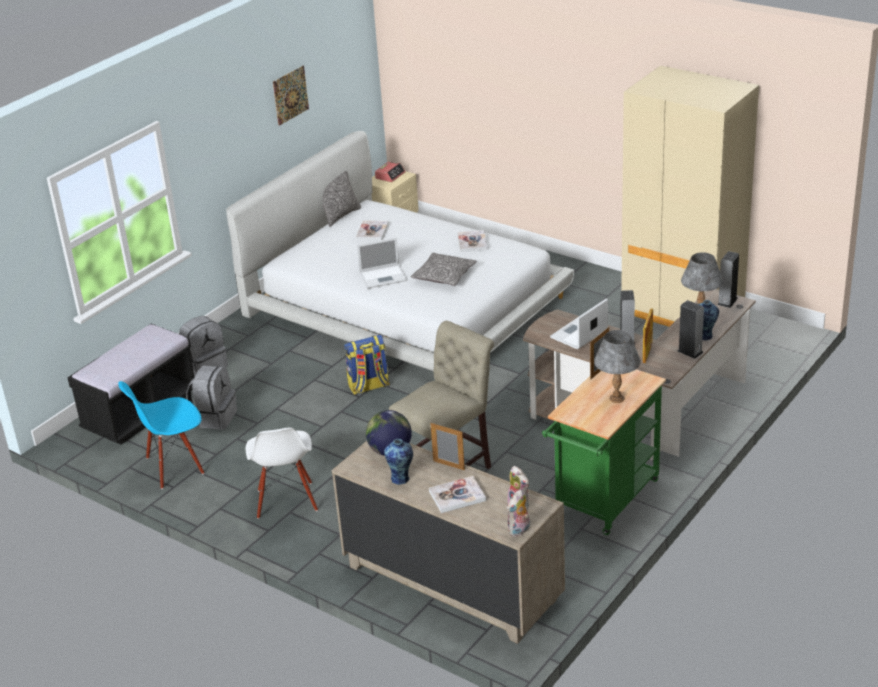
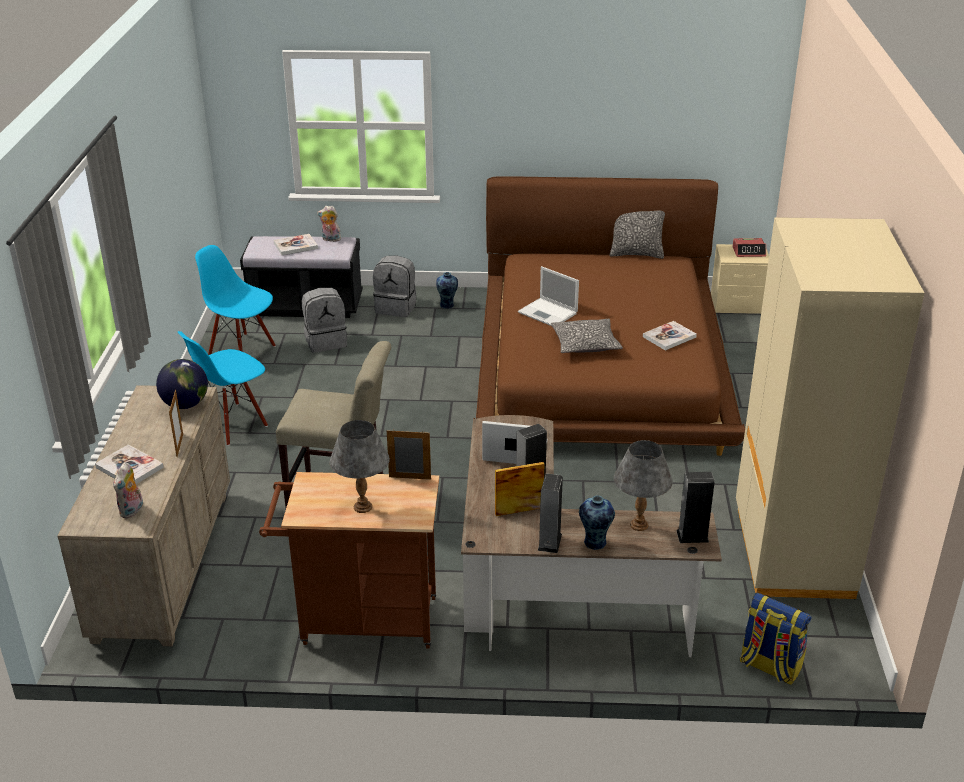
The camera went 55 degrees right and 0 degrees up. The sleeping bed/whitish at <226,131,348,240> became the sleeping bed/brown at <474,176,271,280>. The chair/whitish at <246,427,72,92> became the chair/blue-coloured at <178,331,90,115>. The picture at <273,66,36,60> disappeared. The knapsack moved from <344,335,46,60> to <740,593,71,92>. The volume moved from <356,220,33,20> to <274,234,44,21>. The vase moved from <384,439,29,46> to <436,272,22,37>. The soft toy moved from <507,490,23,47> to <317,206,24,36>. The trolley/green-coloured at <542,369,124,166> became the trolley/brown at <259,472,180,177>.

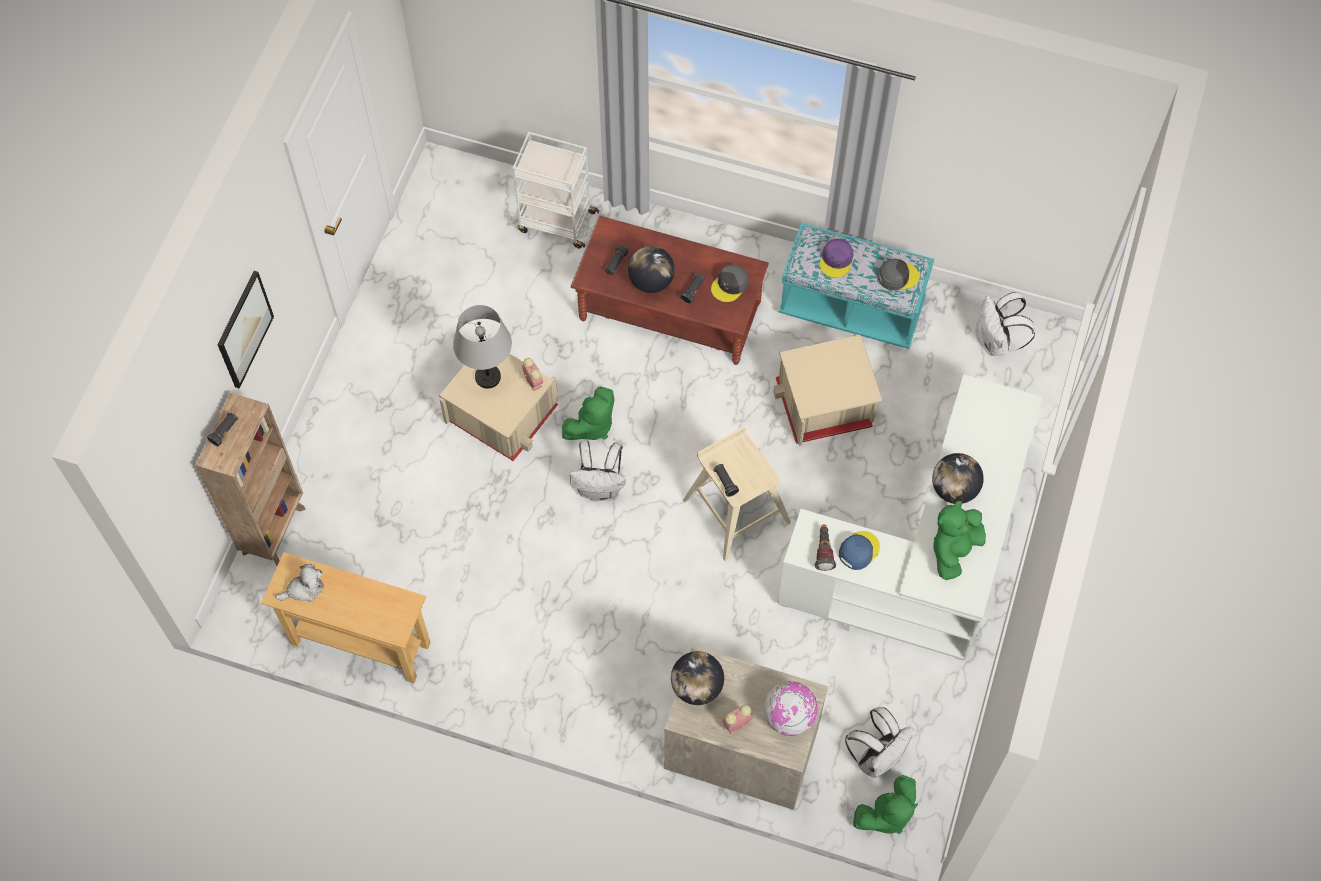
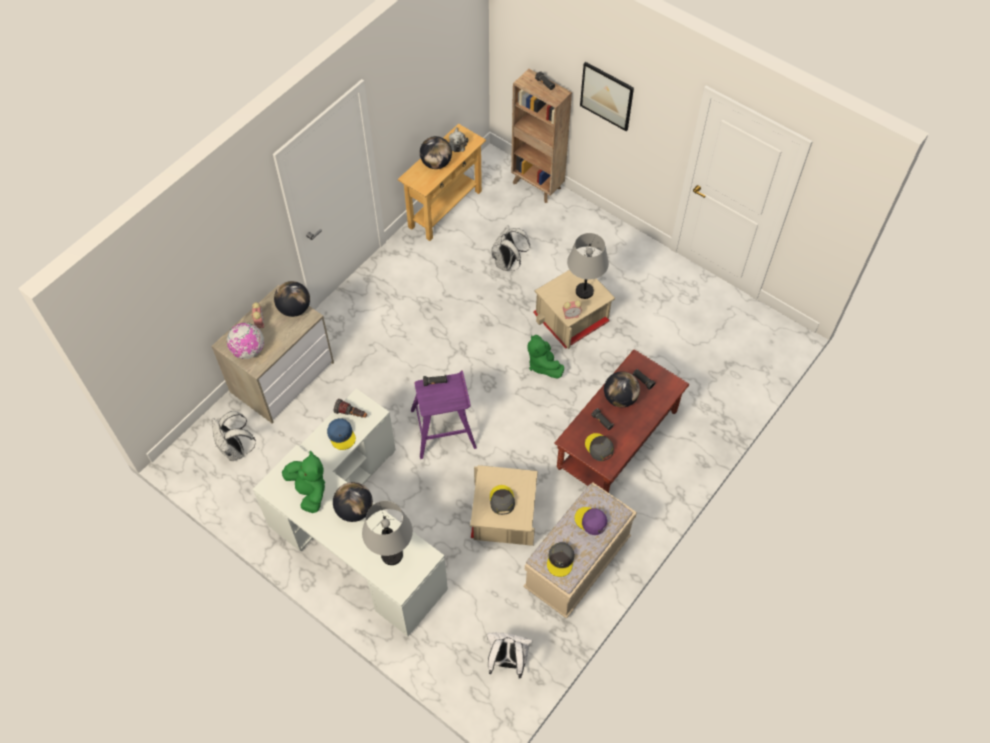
The camera went 110 degrees right and 5 degrees down. The trolley/whitish at <513,132,86,117> disappeared. The knapsack/whitish moved from <570,440,56,61> to <491,225,39,46>. The sitting stool/beige at <683,427,108,134> became the sitting stool/purple-coloured at <411,370,66,89>. The bench/turquoise at <779,223,155,126> became the bench/beige at <524,482,113,137>. The soft toy/green-coloured at <853,775,65,59> disappeared. The lamp for a table/greyish at <362,501,51,64> appeared. The desk globe at <420,136,32,33> appeared. The peaked cap/greyish at <490,485,25,30> appeared.

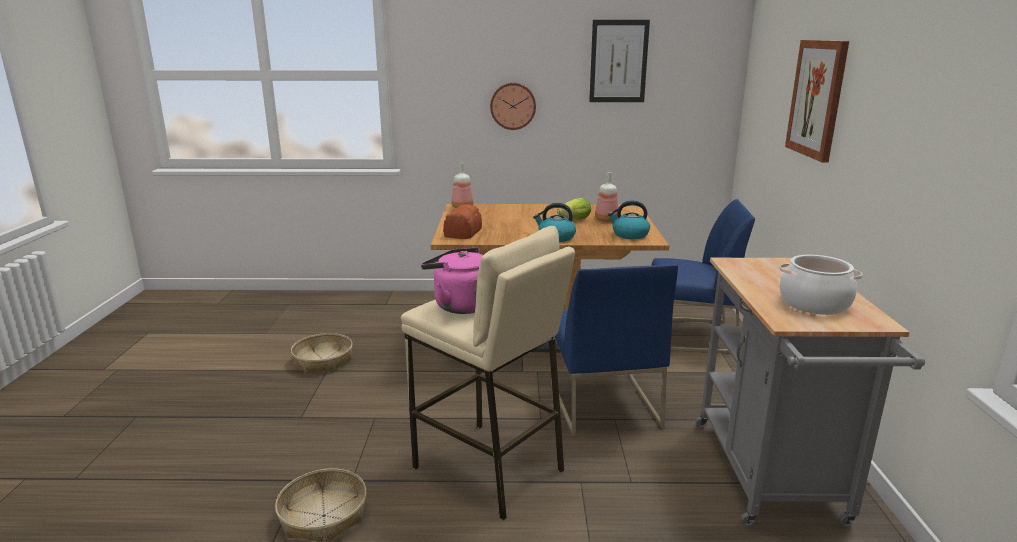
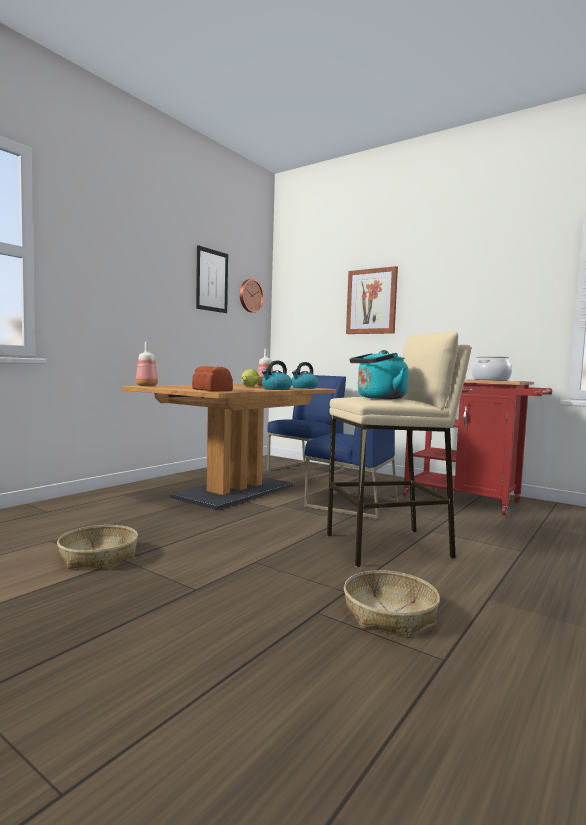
The camera went 55 degrees left and 15 degrees down. The water kettle/pink at <421,248,62,66> became the water kettle/turquoise at <350,350,58,49>. The wall clock moved from <490,83,46,47> to <240,279,24,33>. The trolley/greyish at <696,258,229,268> became the trolley/reddish at <403,379,149,136>.

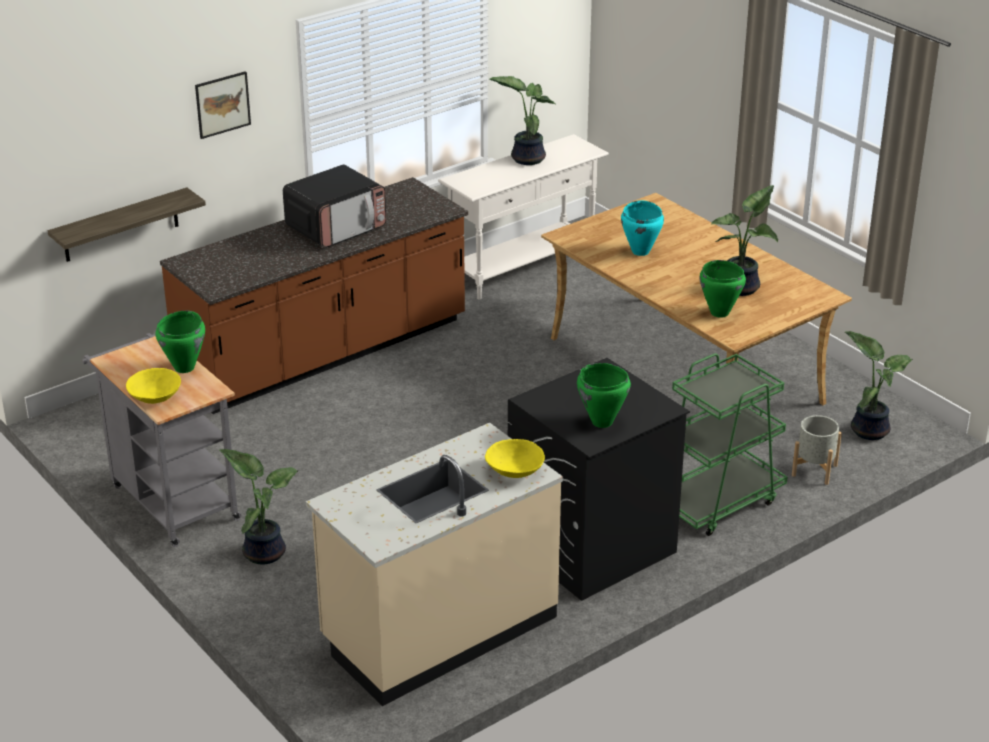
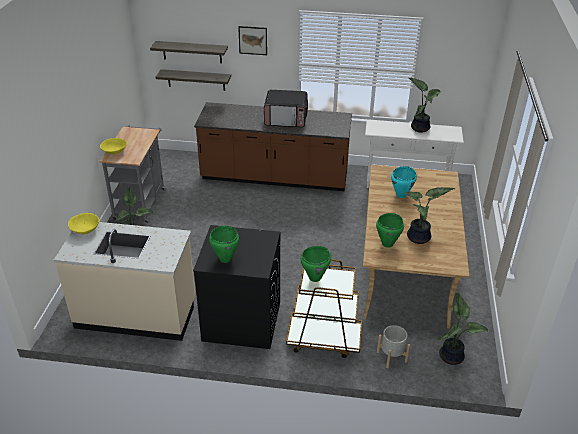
The camera went 45 degrees right and 5 degrees up. The cooking pot/green-coloured moved from <156,311,49,62> to <300,246,31,36>. The deep dish/yellow-coloured moved from <485,439,60,39> to <68,213,31,21>. The trolley/green-coloured at <672,353,116,183> became the trolley/brown at <286,259,76,99>. The wall shelf at <150,41,78,22> appeared.

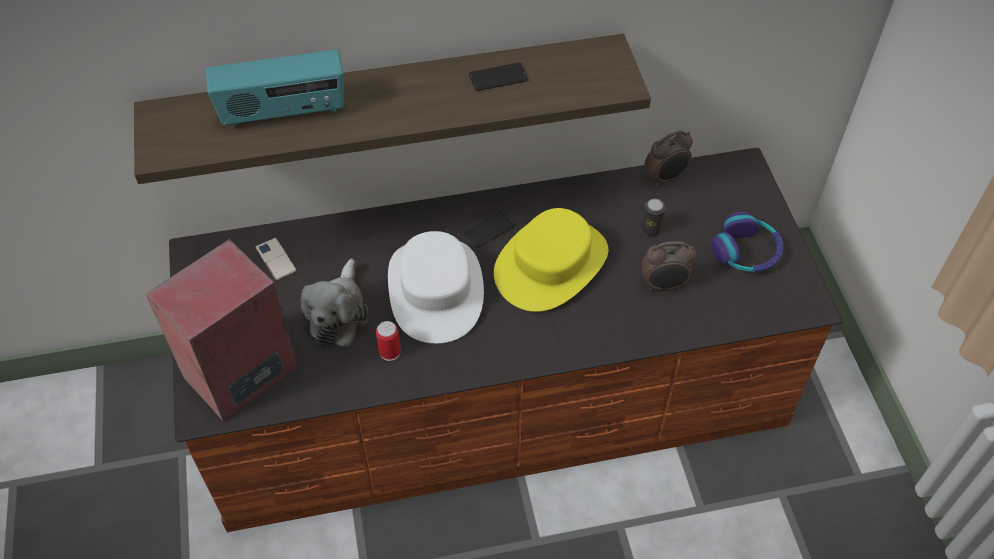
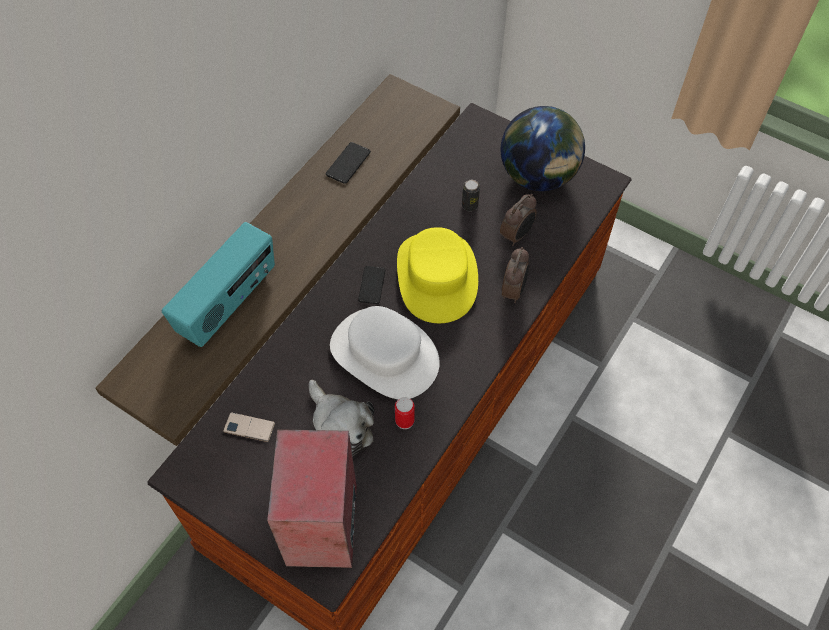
The camera went 45 degrees left and 5 degrees up. The alarm clock moved from <645,130,48,57> to <502,247,27,56>. The headphones at <711,212,73,61> was replaced by the desk globe at <501,106,84,85>.

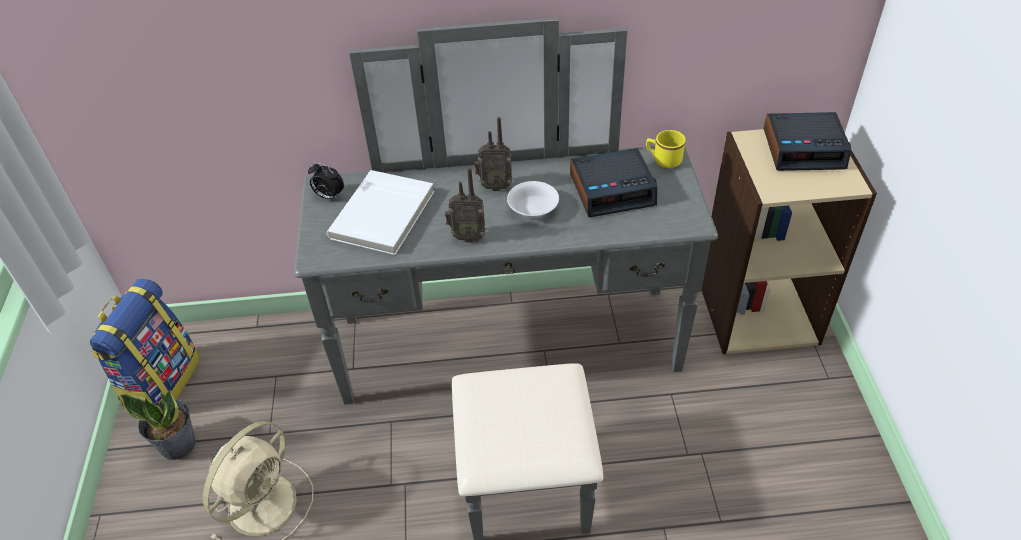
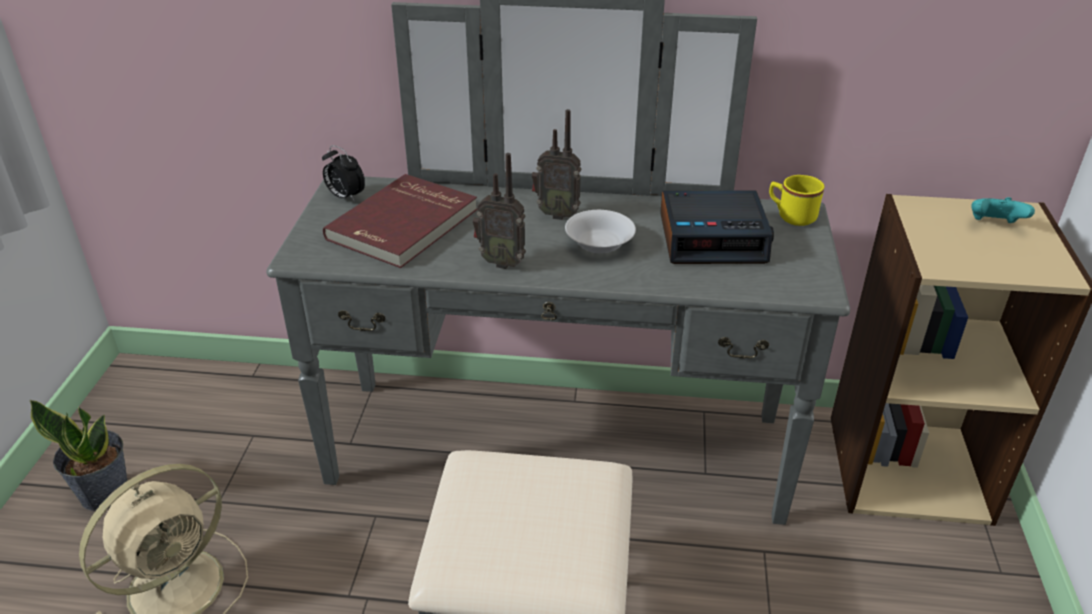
The camera went 10 degrees right and 10 degrees down. The knapsack at <90,279,110,128> disappeared. The volume/whitish at <327,170,107,85> became the volume/reddish at <323,174,155,94>. The alarm clock at <764,112,87,59> was replaced by the game controller/turquoise at <971,197,64,26>.

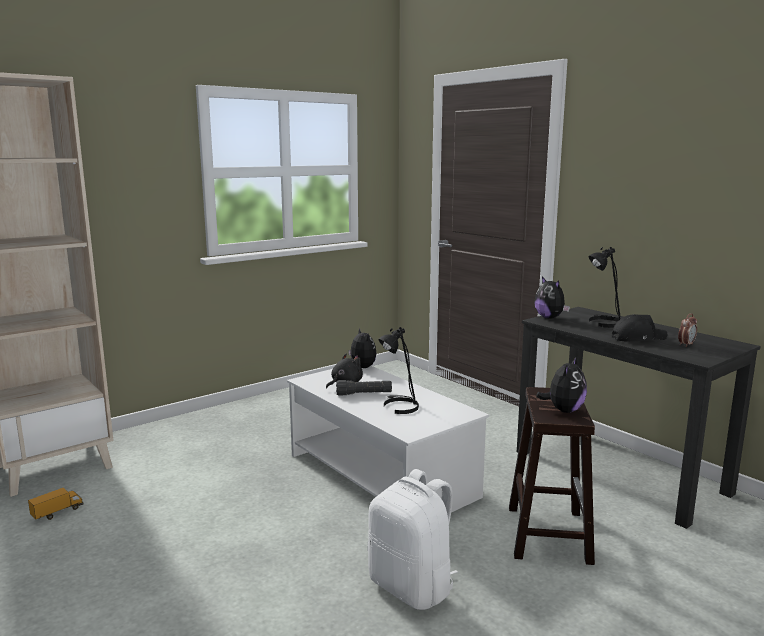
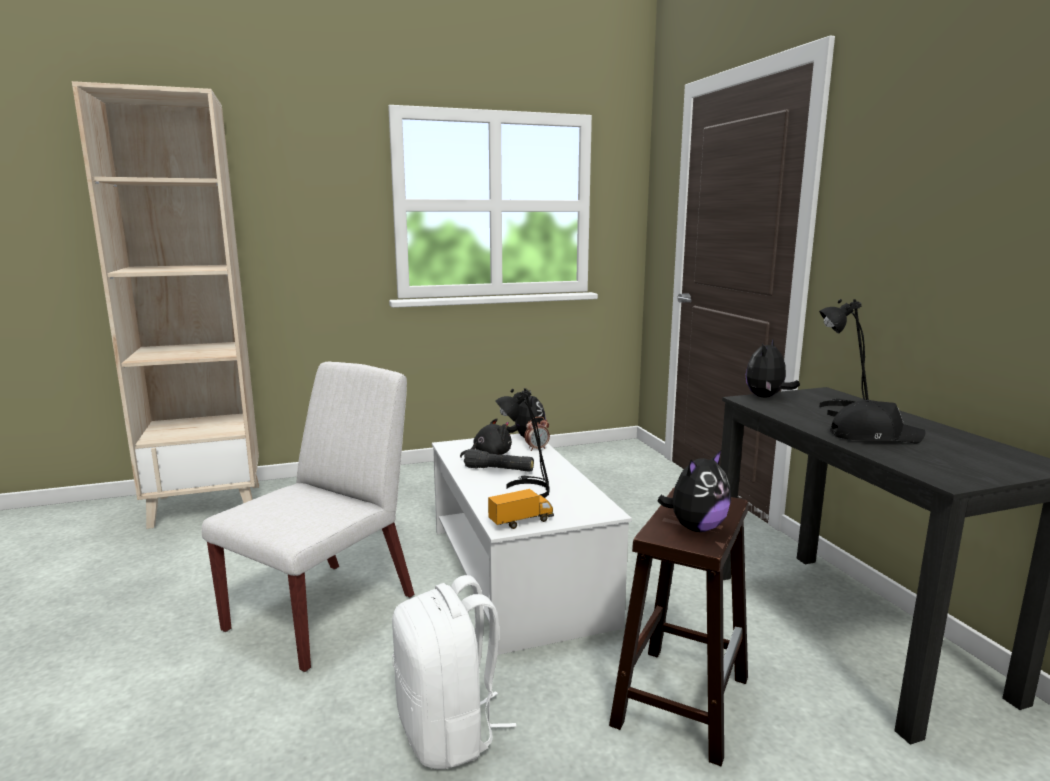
The camera went 20 degrees right and 0 degrees up. The toy lorry moved from <28,488,55,32> to <488,489,66,40>. The soft toy at <534,277,36,42> turned 45 degrees clockwise. The alarm clock moved from <678,314,19,33> to <525,417,25,34>. The chair/whitish at <202,362,212,310> appeared.

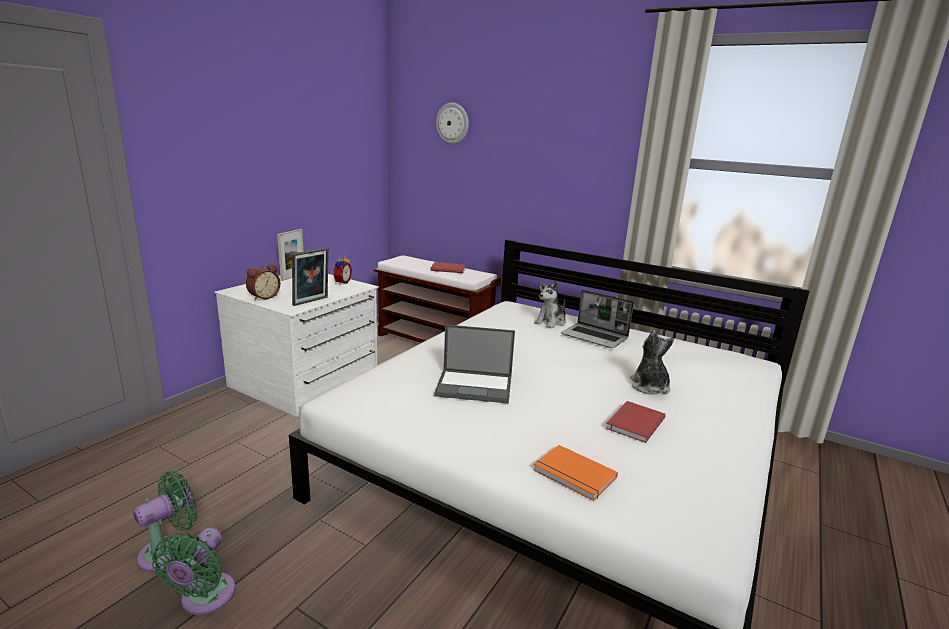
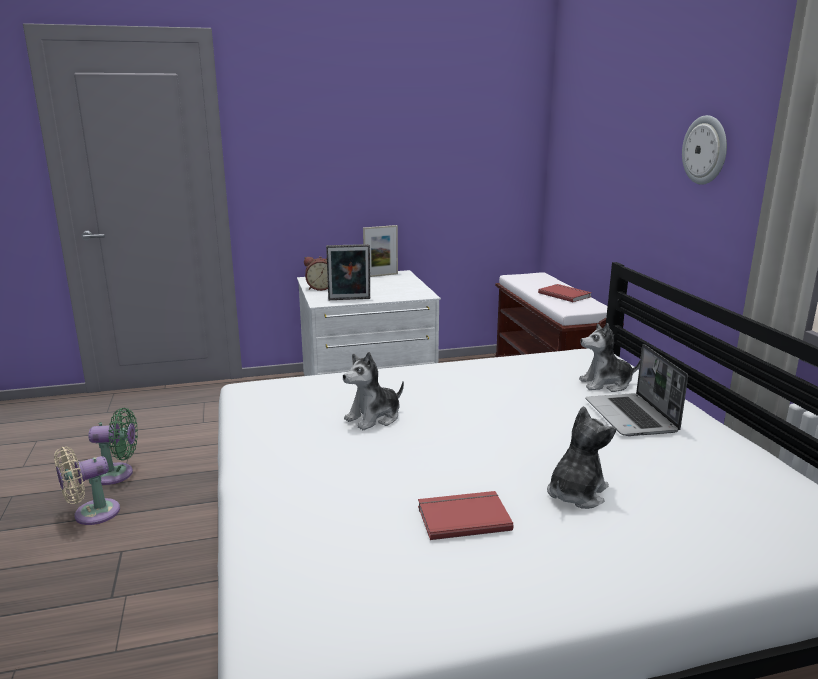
The camera went 45 degrees right and 0 degrees up. The cooling fan/green-coloured at <152,527,84,88> became the cooling fan/beige at <54,447,66,78>. The alarm clock at <332,255,20,30> disappeared. The laptop at <434,324,81,80> was replaced by the soft toy at <343,352,61,78>. The wall clock moved from <436,103,33,41> to <682,115,45,70>. The volume/orangey at <533,445,85,56> disappeared.

